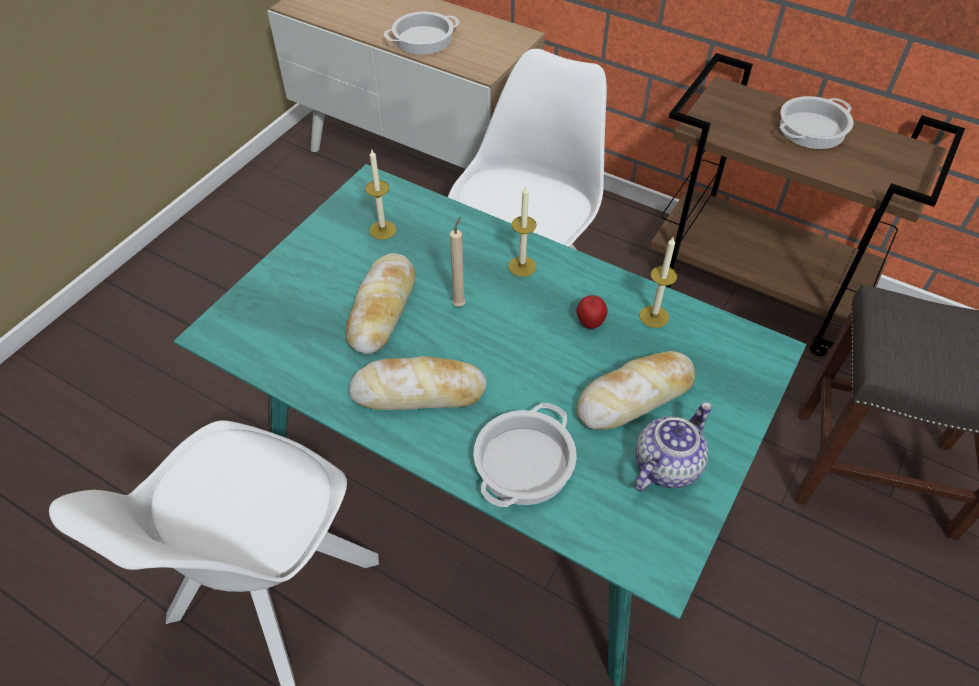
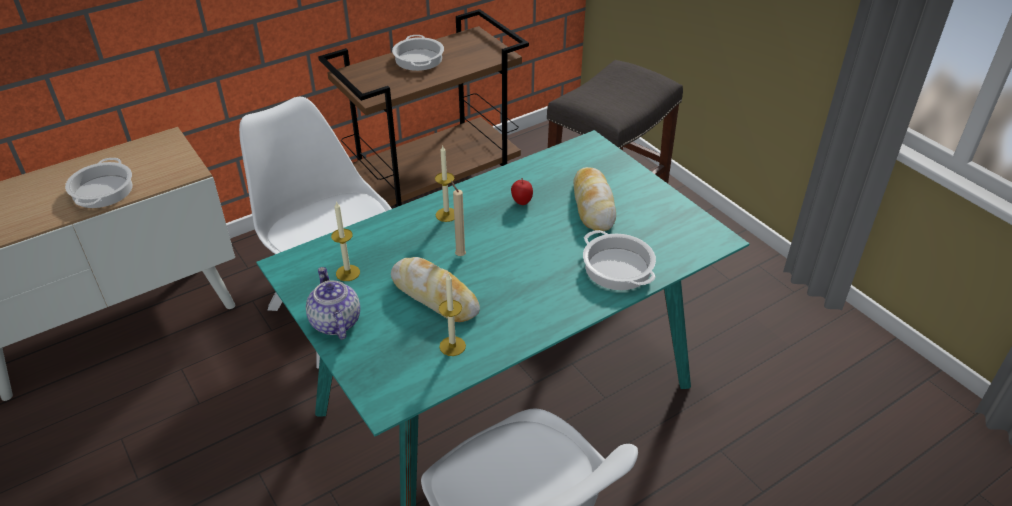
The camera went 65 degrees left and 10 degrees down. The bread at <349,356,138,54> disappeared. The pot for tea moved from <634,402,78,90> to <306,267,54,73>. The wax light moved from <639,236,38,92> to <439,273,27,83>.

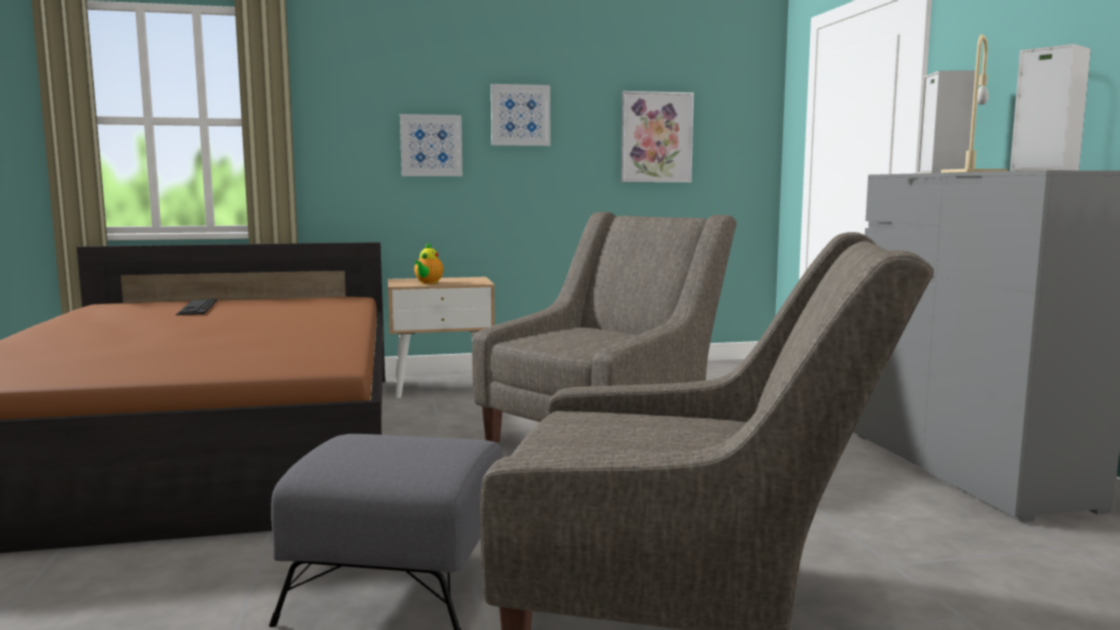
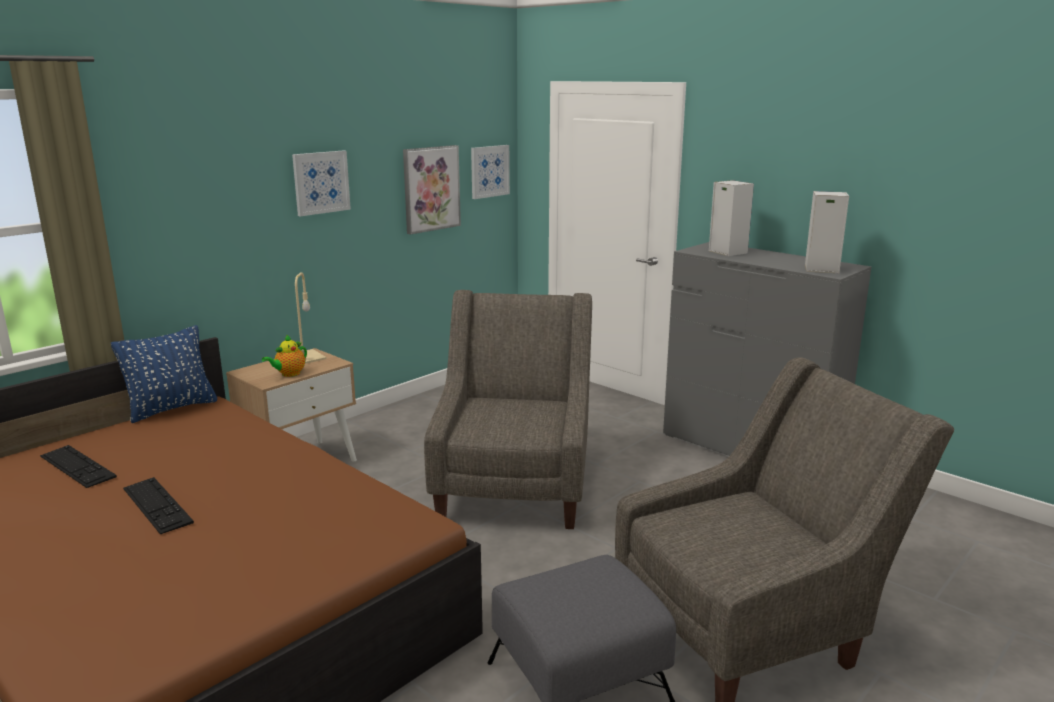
The camera went 35 degrees left and 10 degrees up. The picture moved from <400,114,62,62> to <471,145,39,54>. The pot for tea at <414,243,30,41> turned 60 degrees clockwise. The lamp for a table/beige moved from <941,34,67,139> to <295,272,31,92>. The cushion/blue-coloured at <111,325,106,98> appeared. The keyboard at <123,477,71,57> appeared.

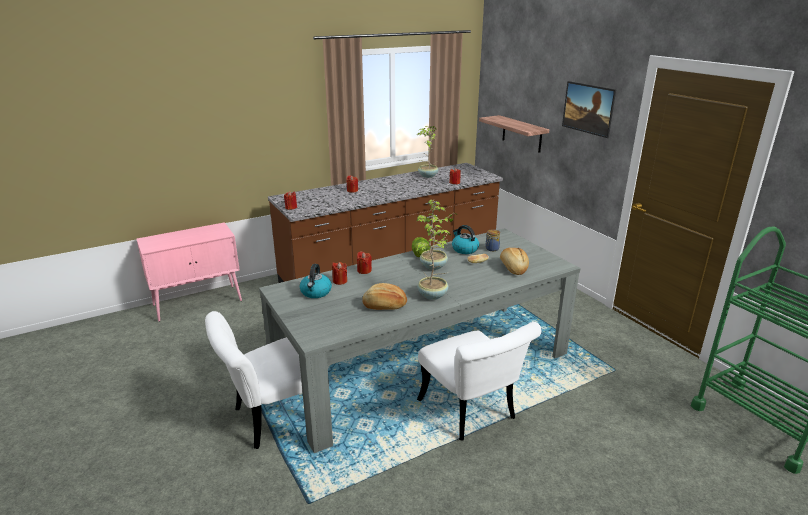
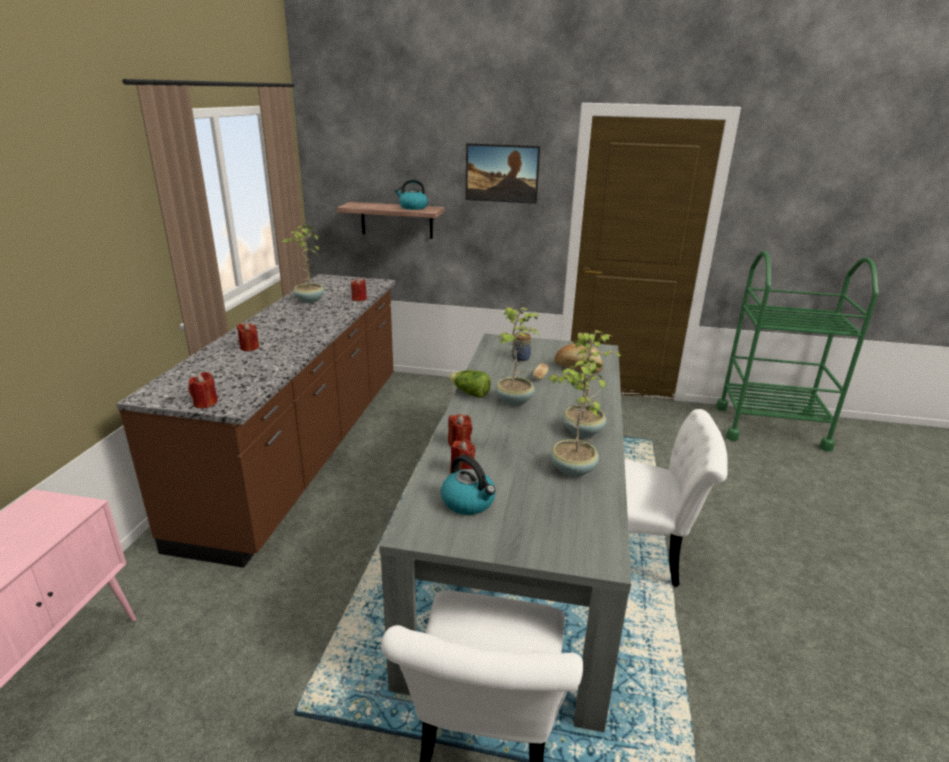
The camera went 50 degrees left and 0 degrees up. The bread at <362,283,45,27> was replaced by the plant in a pot at <548,360,57,117>. The water kettle moved from <452,225,27,29> to <395,179,33,31>.

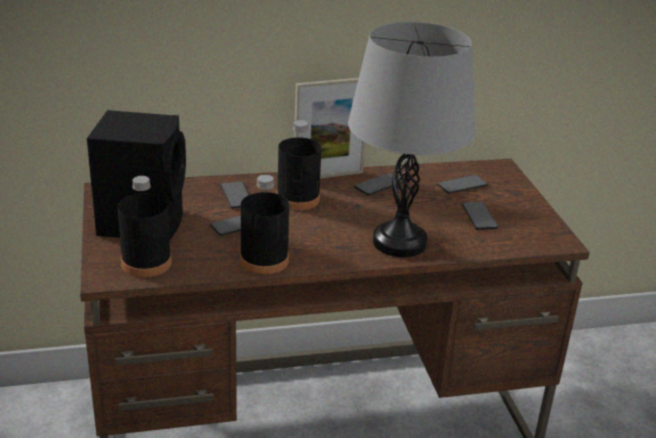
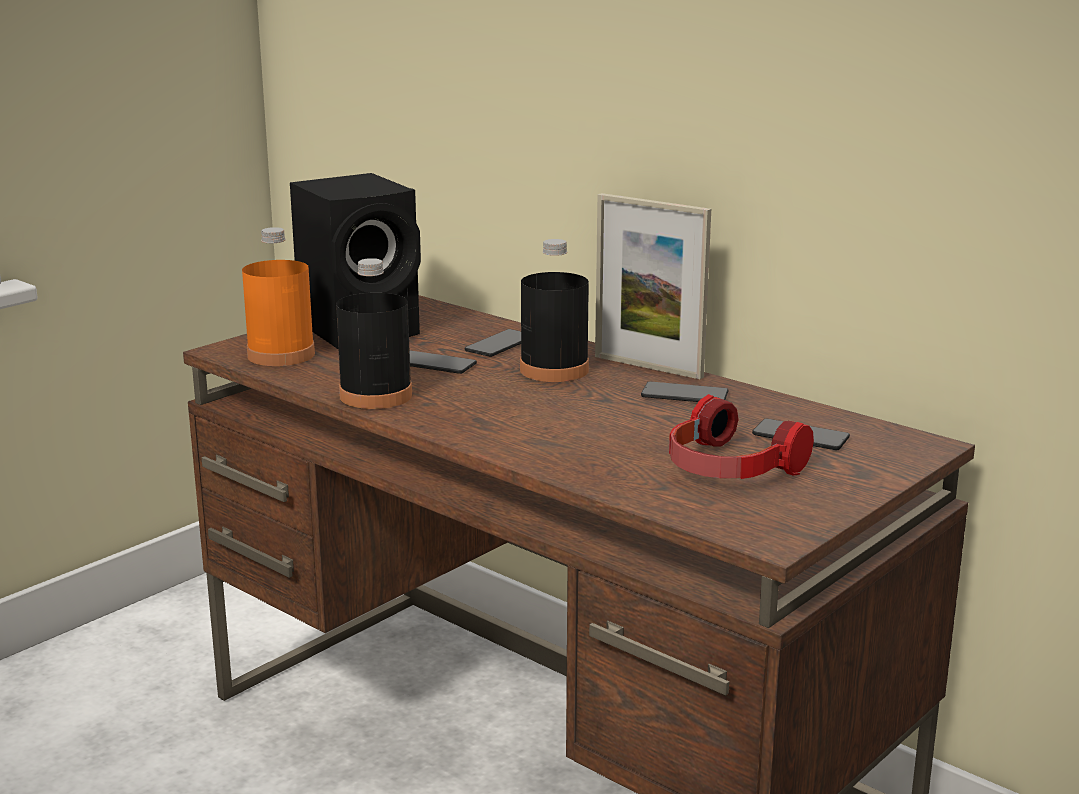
The camera went 55 degrees right and 10 degrees down. The drink bottle/black at <118,176,54,101> became the drink bottle/orangey at <242,227,73,139>. The lamp for a table/greyish at <348,22,128,235> disappeared. The handset at <462,202,36,28> was replaced by the headphones at <669,394,145,85>.

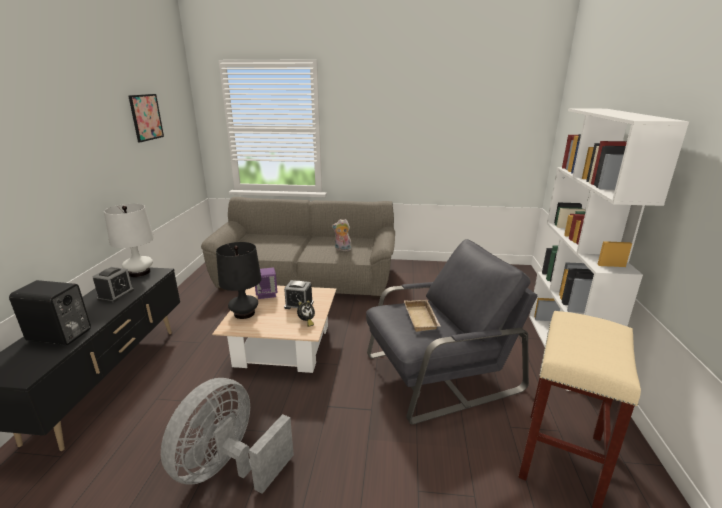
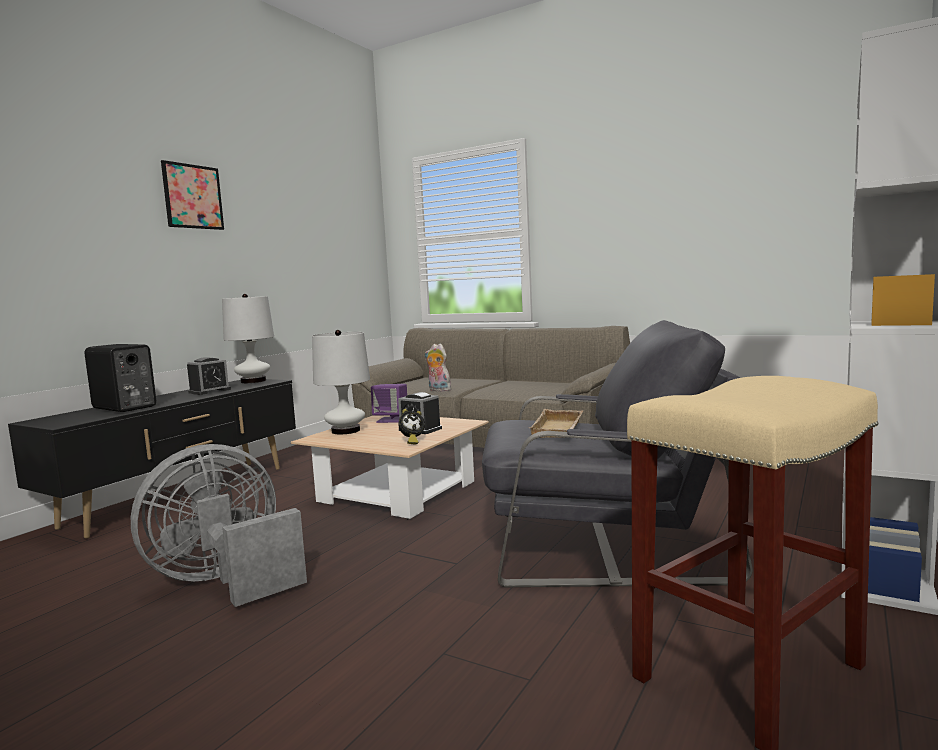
The camera went 25 degrees right and 15 degrees down. The picture moved from <128,94,36,49> to <161,160,63,70>. The lamp for a table/black at <216,242,46,77> became the lamp for a table/whitish at <312,330,58,104>. The soft toy moved from <332,219,20,32> to <425,343,26,49>.

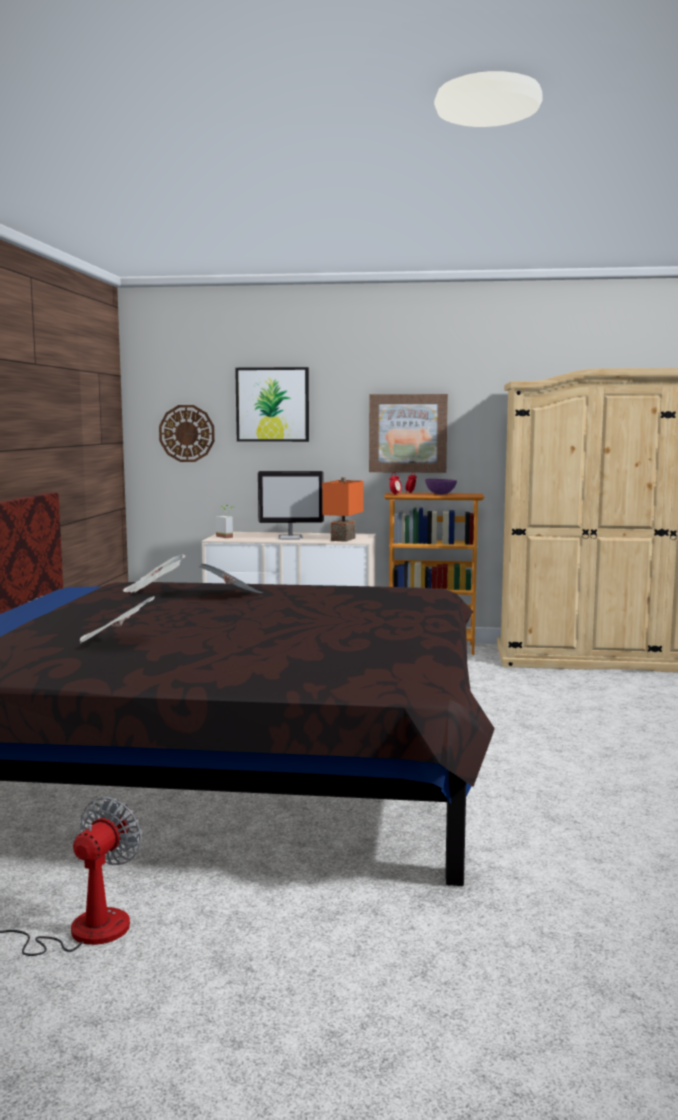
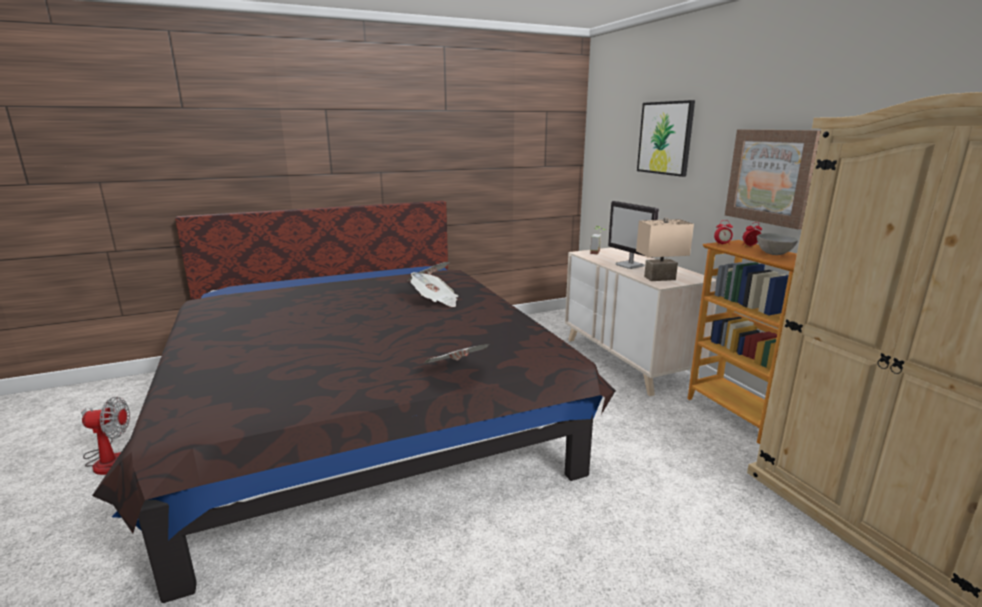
The camera went 60 degrees right and 10 degrees up. The daily paper moved from <80,596,75,47> to <424,344,65,19>. The wall clock at <159,405,56,57> disappeared. The lamp for a table/orangey at <322,477,42,65> became the lamp for a table/beige at <636,218,58,63>. The deep dish/purple-coloured at <425,479,32,15> became the deep dish/greyish at <757,233,41,22>.

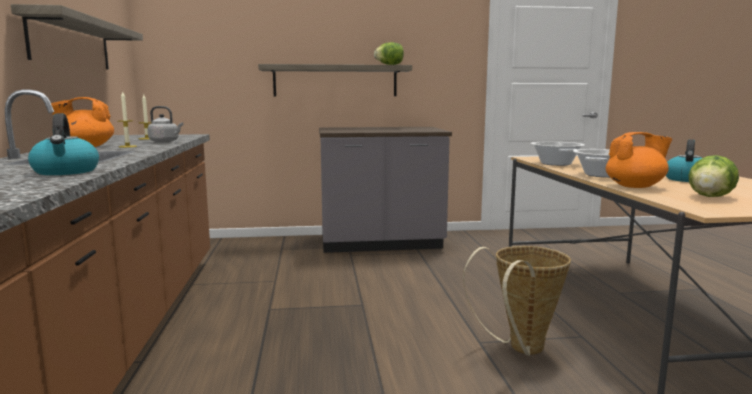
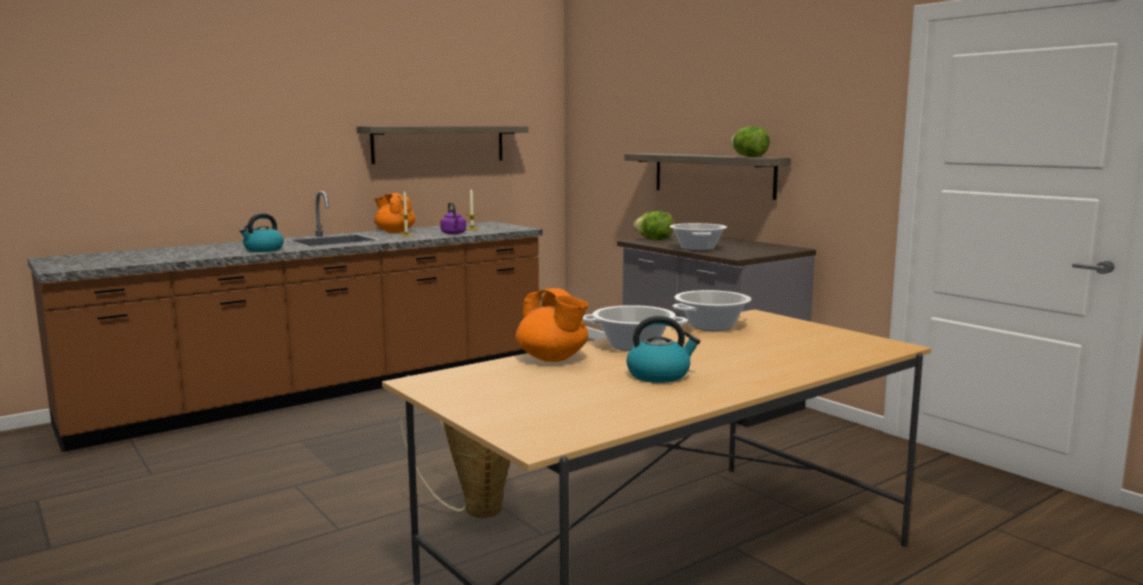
The camera went 60 degrees right and 0 degrees up. The water kettle/greyish at <148,106,35,36> became the water kettle/purple-coloured at <440,202,26,33>. The lettuce head moved from <688,155,51,42> to <634,211,39,29>. The cooking pot at <670,223,57,28> appeared.

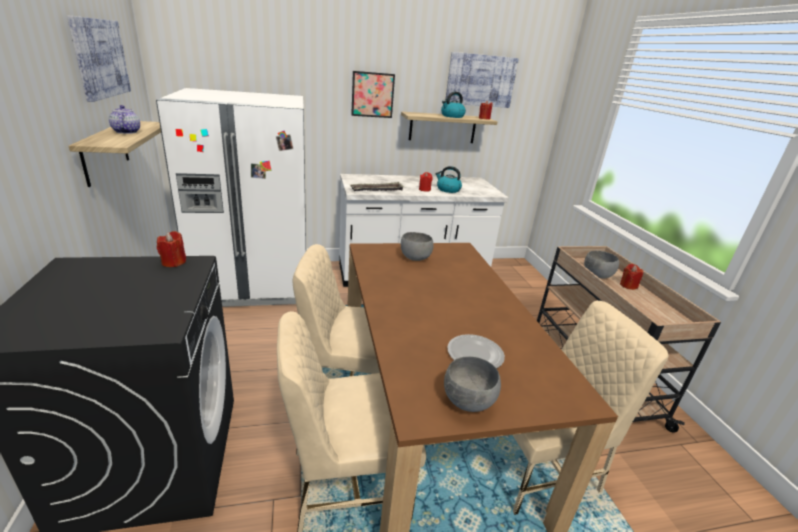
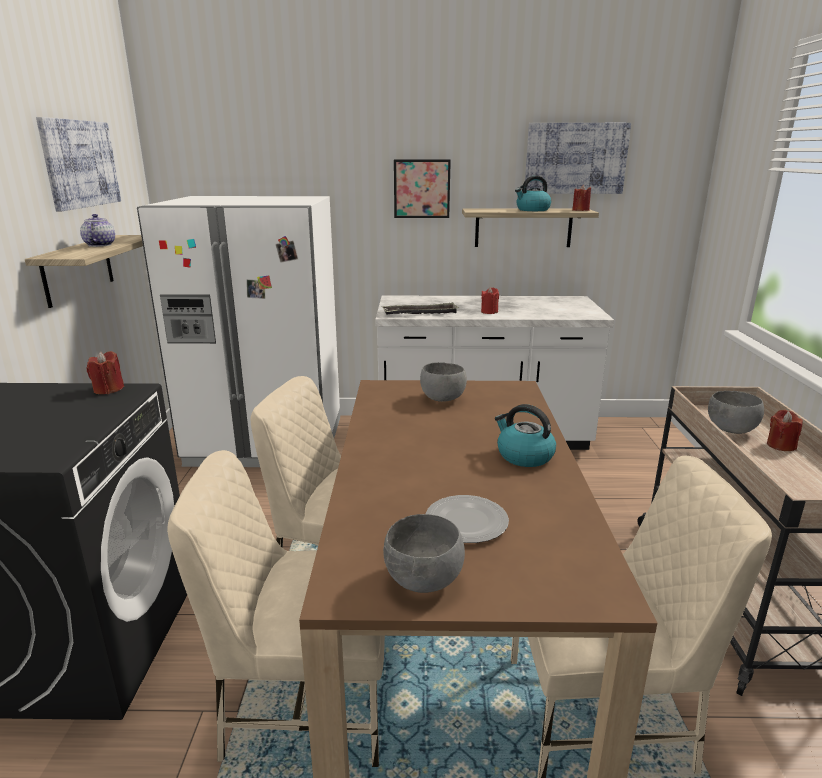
The camera went 15 degrees right and 5 degrees down. The water kettle moved from <436,166,26,27> to <495,404,61,63>.

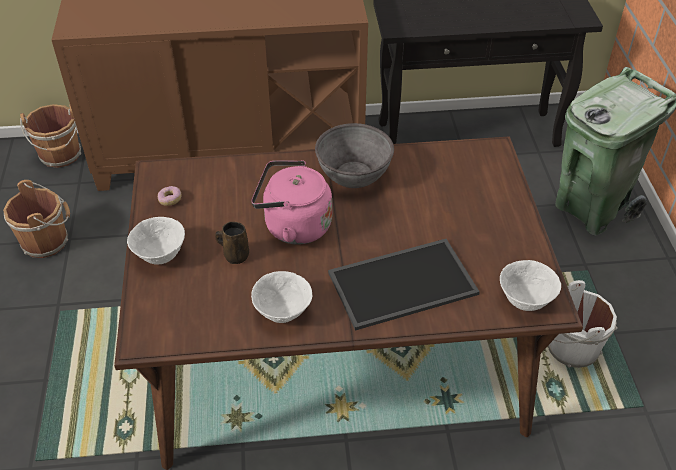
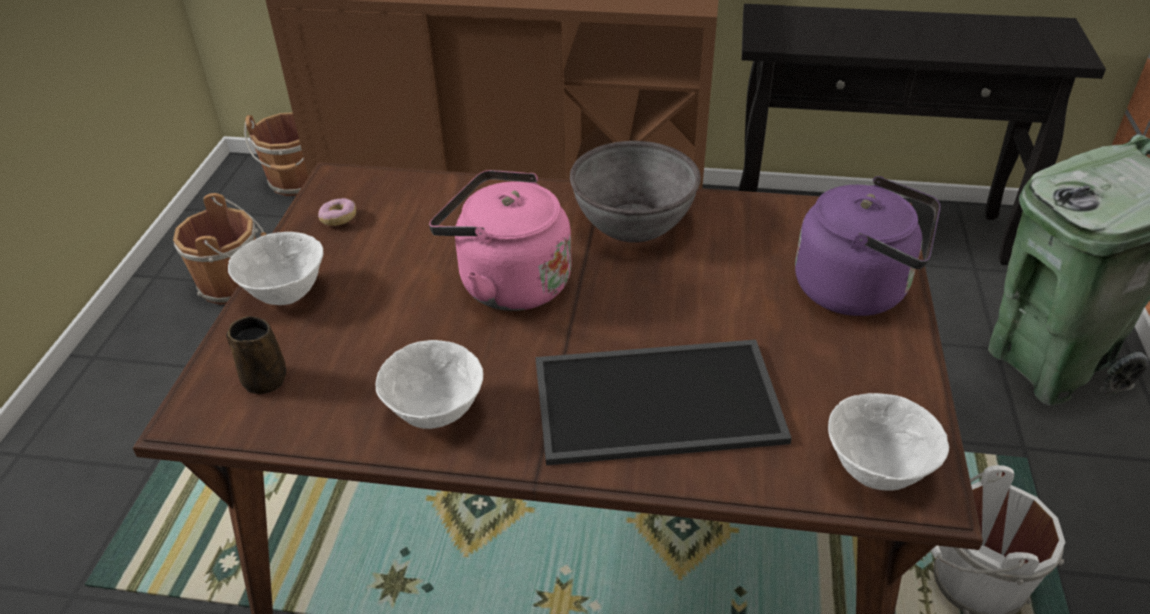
The camera went 15 degrees right and 5 degrees down. The coffee mug/brown moved from <215,222,34,42> to <226,316,60,78>. The water kettle/purple-coloured at <795,176,146,140> appeared.

